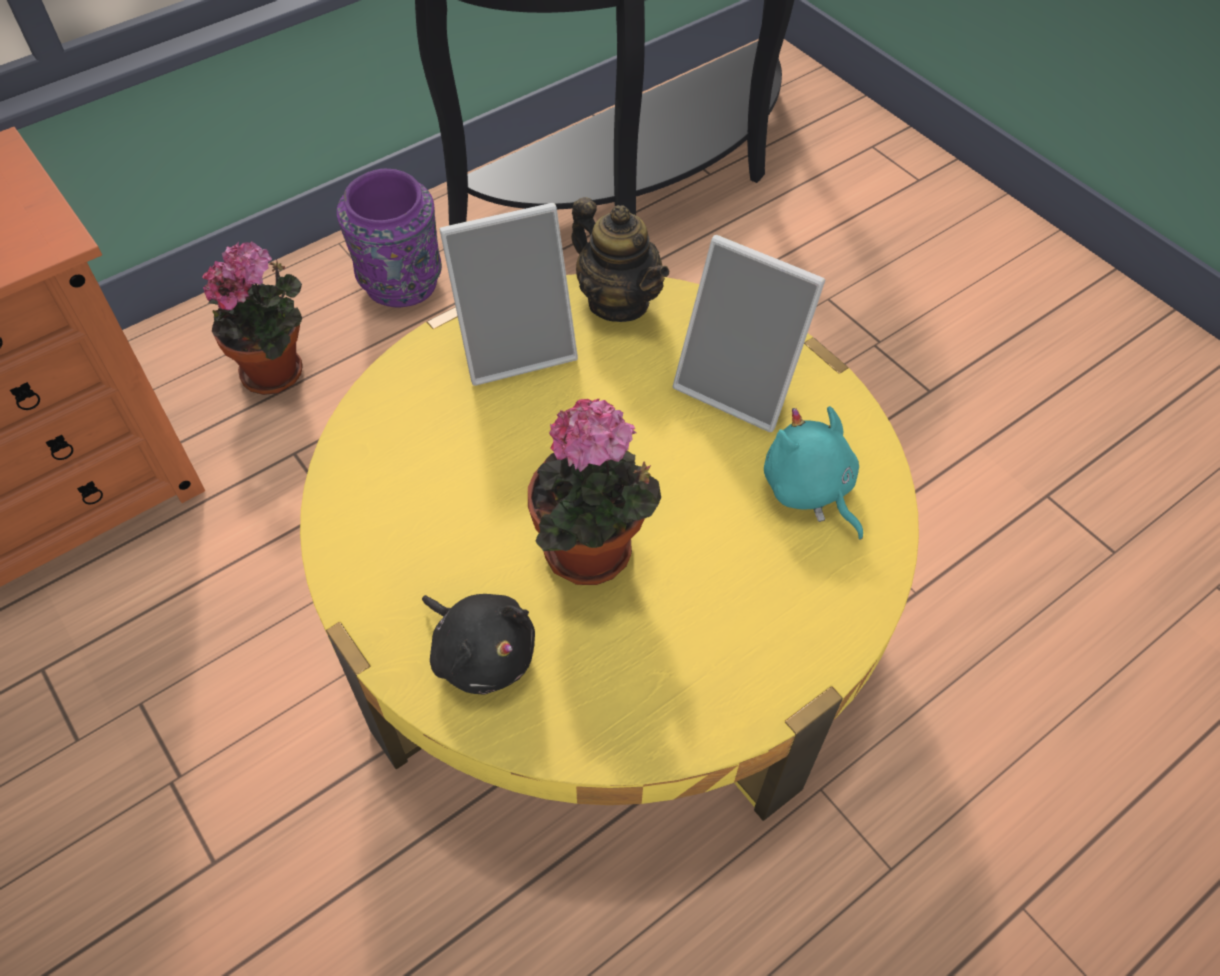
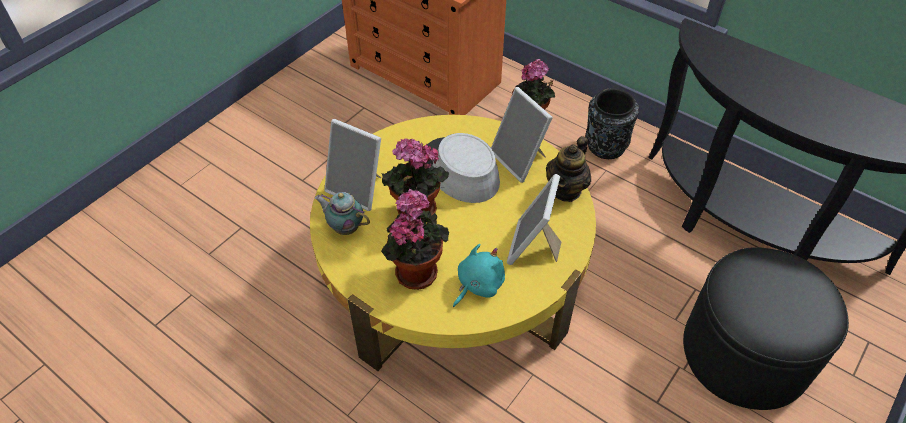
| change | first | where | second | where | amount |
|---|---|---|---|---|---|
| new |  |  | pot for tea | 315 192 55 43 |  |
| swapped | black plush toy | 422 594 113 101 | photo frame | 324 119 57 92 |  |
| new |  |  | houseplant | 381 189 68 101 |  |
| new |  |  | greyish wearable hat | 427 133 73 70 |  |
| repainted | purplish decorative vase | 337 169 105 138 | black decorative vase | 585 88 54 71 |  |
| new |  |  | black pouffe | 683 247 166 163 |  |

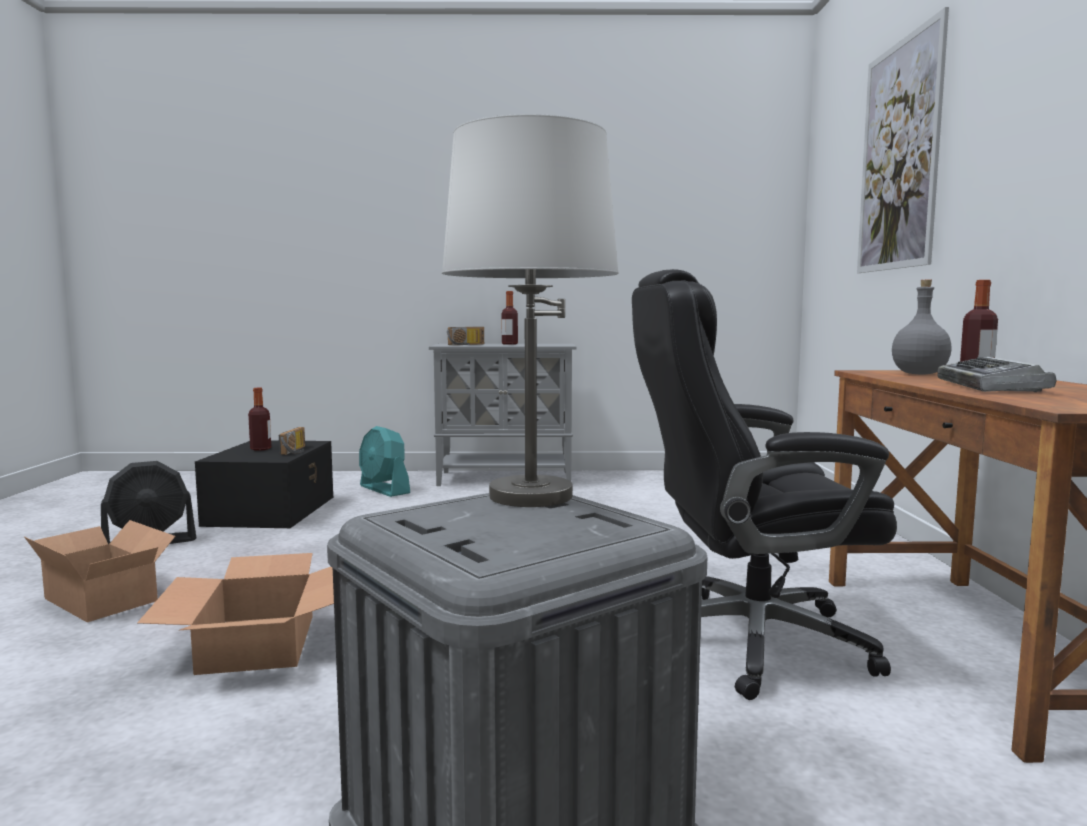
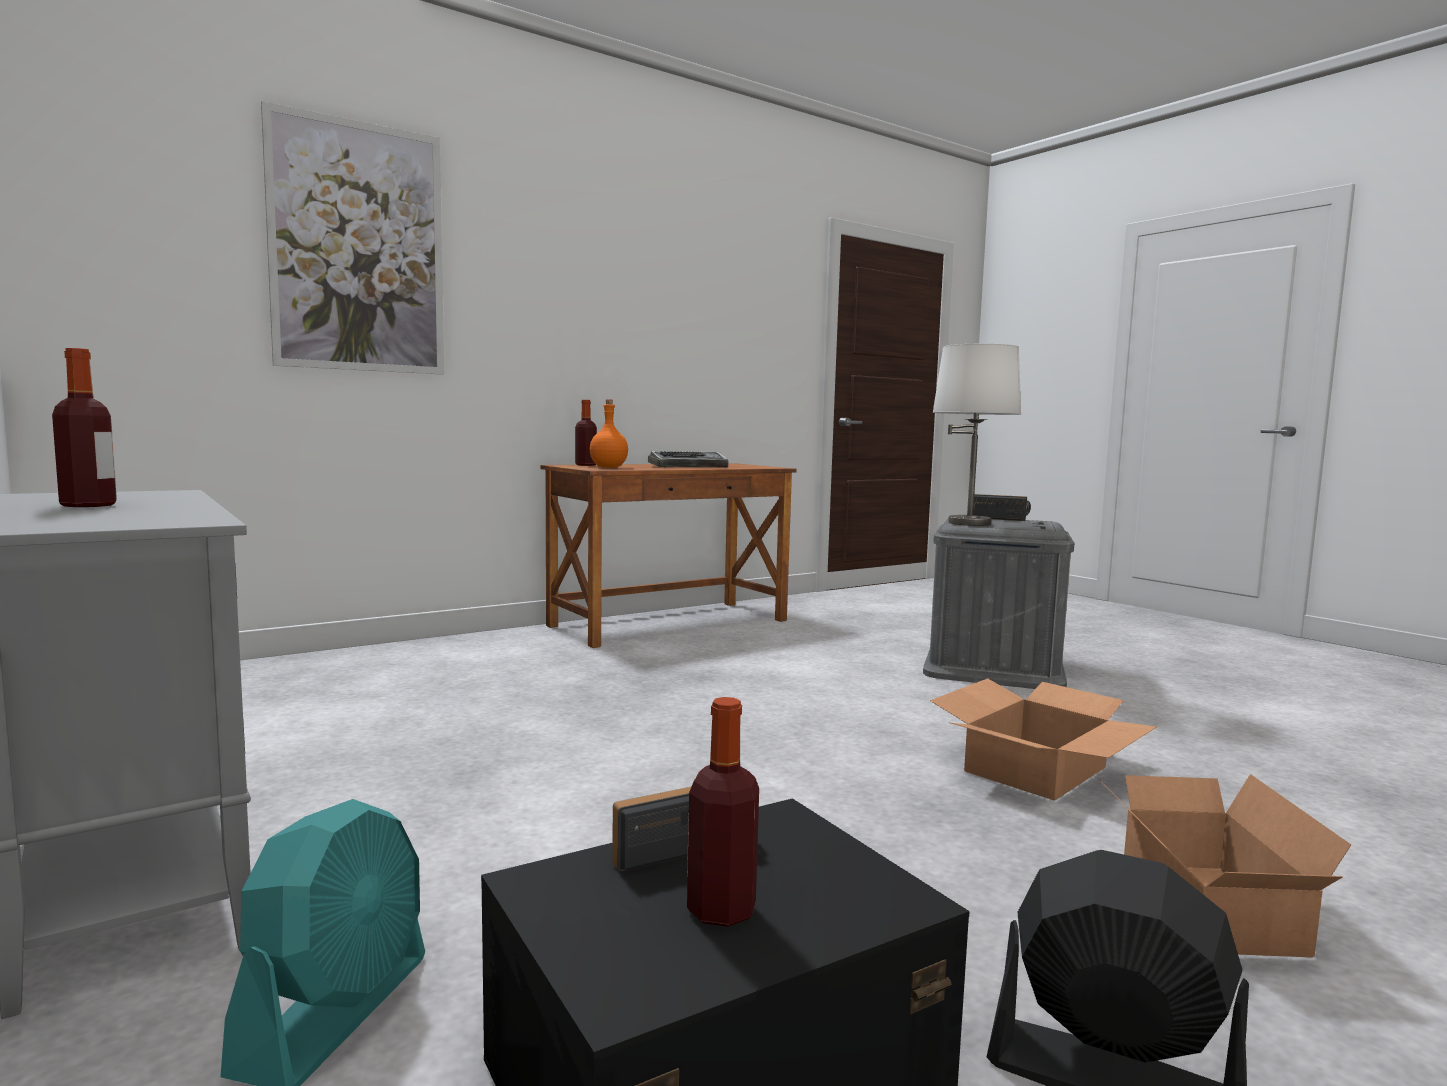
| change | first | where | second | where | amount |
|---|---|---|---|---|---|
| repainted | greyish bottle | 892 280 60 94 | orangey bottle | 590 399 38 69 |  |
| shifted | radio receiver | 447 327 37 18 |  | 973 494 58 27 |  |
| gone | black desk chair | 632 269 265 431 |  |  |  |

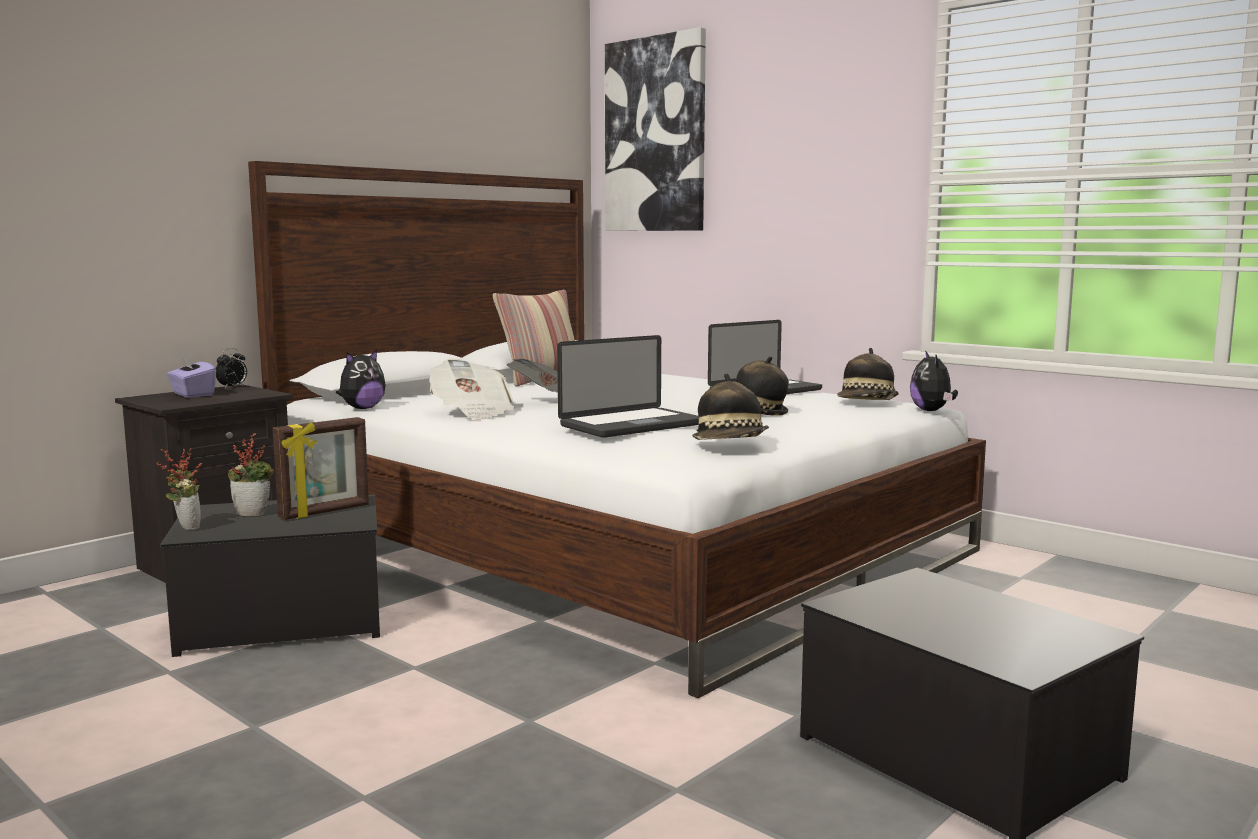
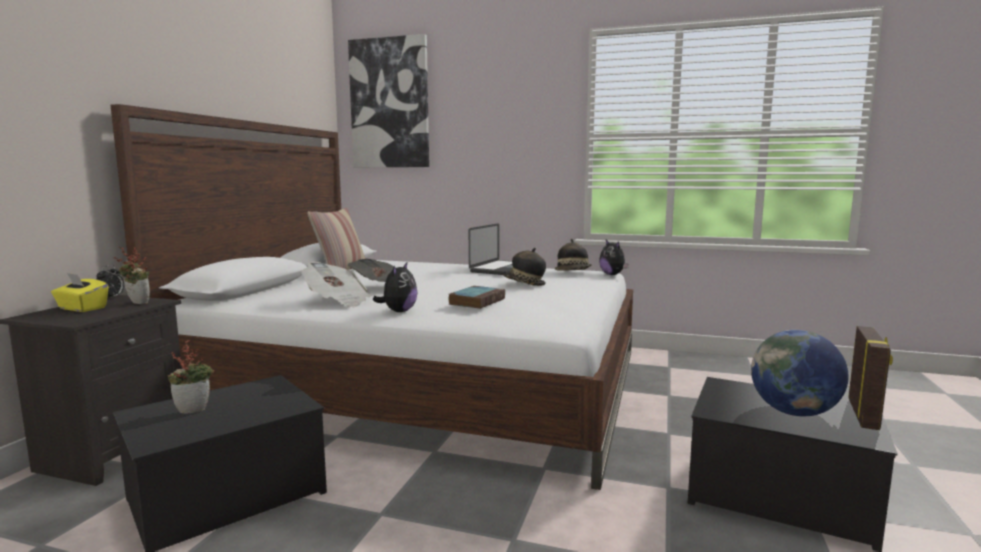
| change | first | where | second | where | amount |
|---|---|---|---|---|---|
| repainted | purplish box of tissues | 167 354 49 44 | yellow box of tissues | 51 273 57 39 |  |
| shifted | houseplant | 156 448 46 82 |  | 114 246 36 58 |  |
| shifted | plush toy | 336 350 50 59 |  | 373 261 44 51 |  |
| swapped | notebook computer | 557 335 142 103 | bound book | 448 286 57 23 |  |
| new |  |  | world globe | 751 330 98 86 |  |
| shifted | photo frame | 272 417 97 103 |  | 848 326 45 104 |  |
| gone | wearable hat | 692 374 77 66 |  |  |  |

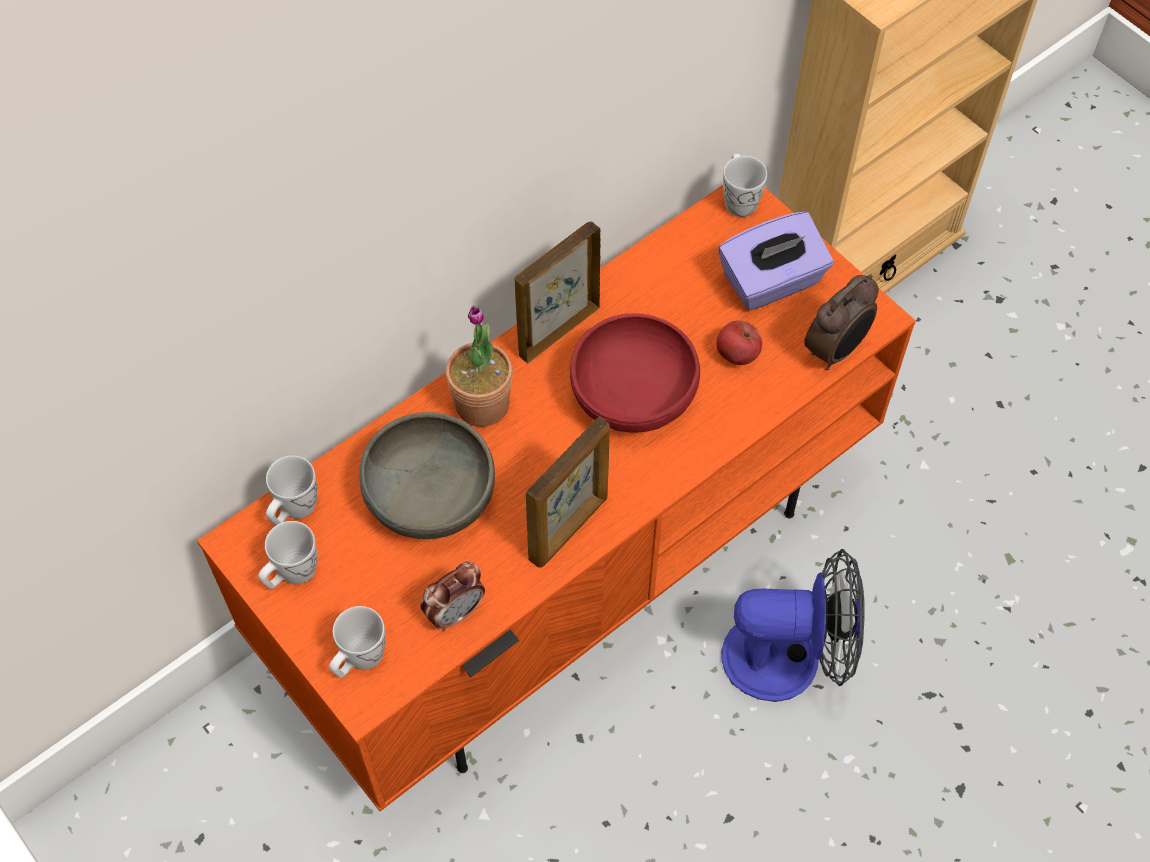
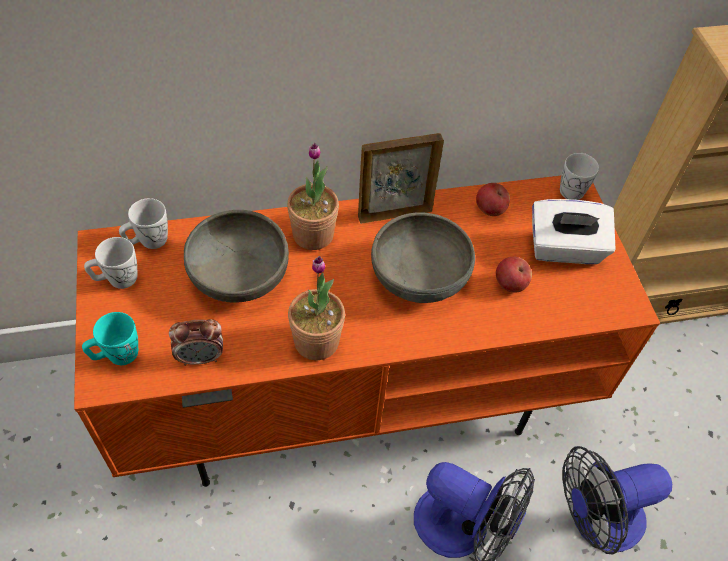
| change | first | where | second | where | amount |
|---|---|---|---|---|---|
| repainted | white-coloured mug | 329 606 57 72 | turquoise mug | 82 312 56 53 |  |
| swapped | photo frame | 526 417 84 151 | houseplant | 288 256 57 104 |  |
| repainted | red deep dish | 570 313 130 120 | greyish deep dish | 371 212 104 91 |  |
| new |  |  | apple fruit | 476 183 34 33 |  |
| repainted | purplish box of tissues | 719 212 115 98 | white-coloured box of tissues | 532 199 83 65 |  |
| new |  |  | fan | 562 446 110 108 |  |
| gone | bedside clock | 804 274 75 96 |  |  |  |

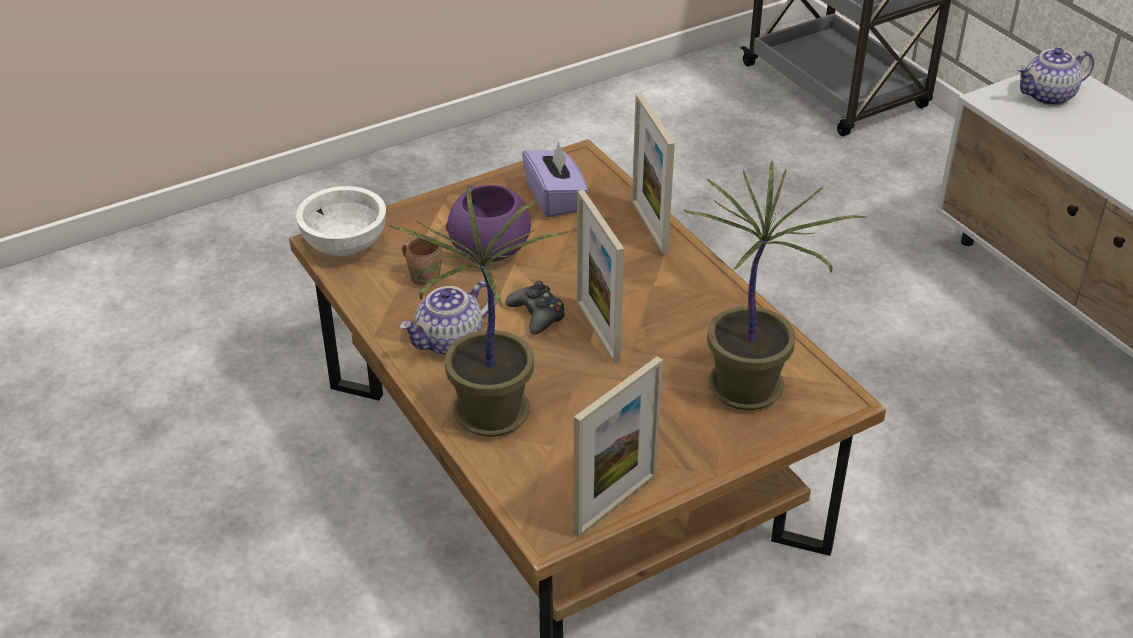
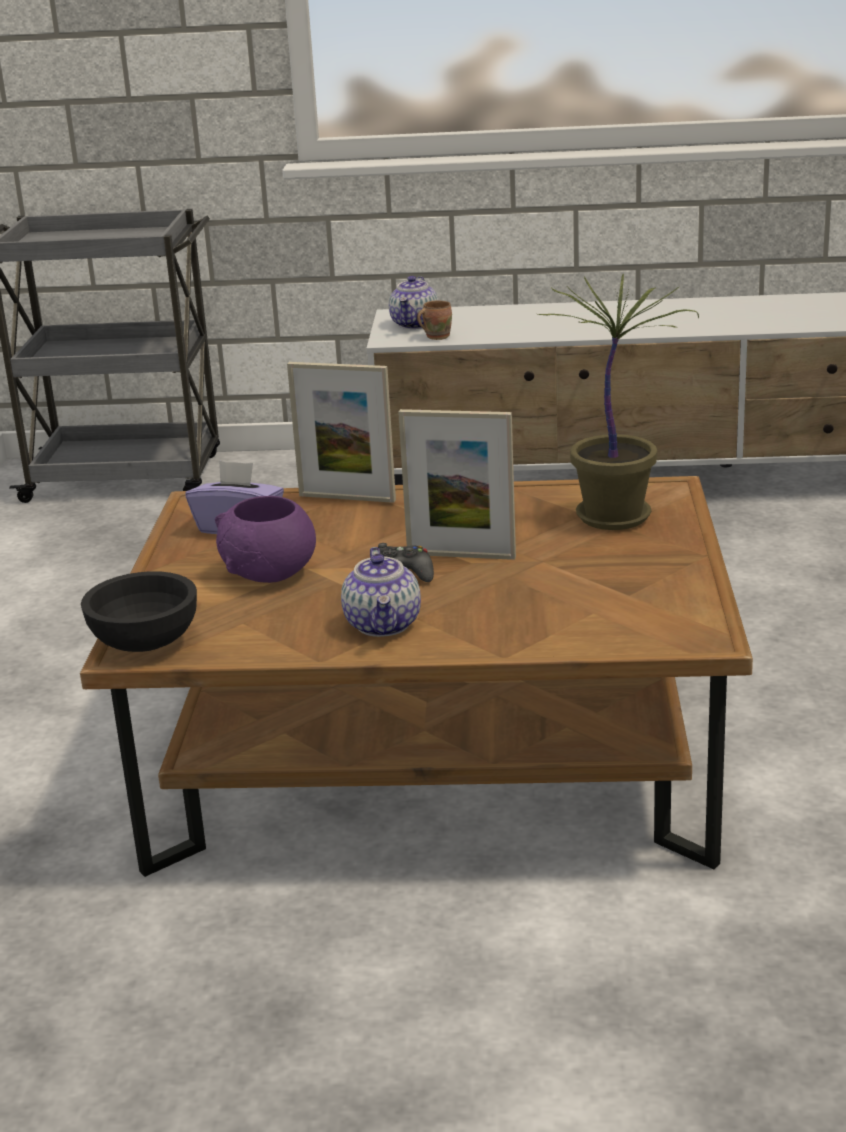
| change | first | where | second | where | amount |
|---|---|---|---|---|---|
| repainted | white-coloured deep dish | 296 186 90 70 | black deep dish | 81 571 116 81 |  |
| shifted | brownish mug | 402 236 40 50 |  | 417 301 35 39 |  |
| gone | houseplant | 388 184 182 253 |  |  |  |
| gone | photo frame | 573 356 90 181 |  |  |  |

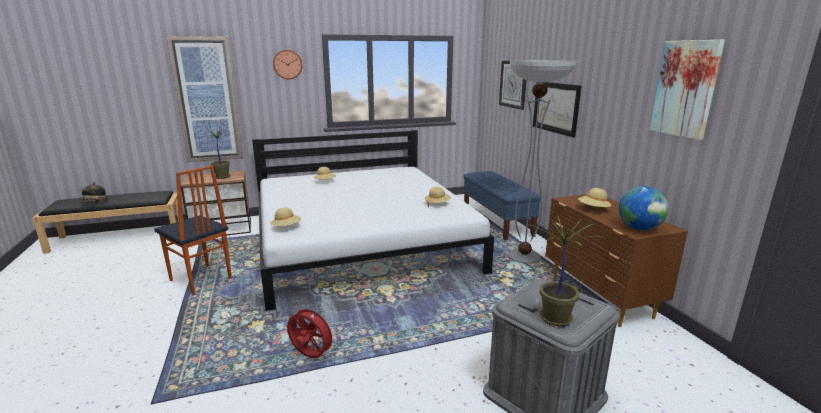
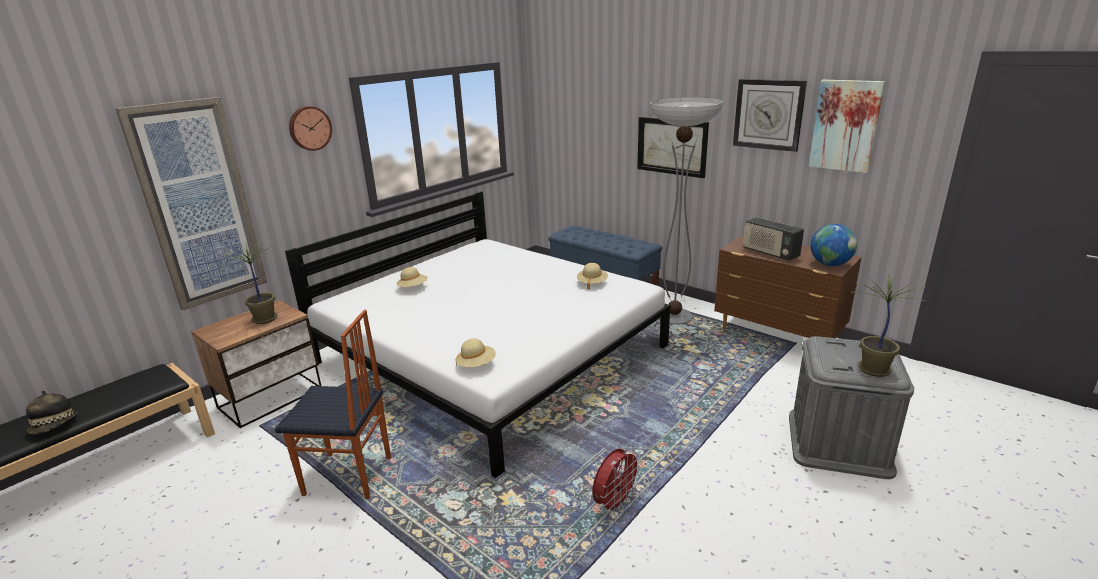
| change | first | where | second | where | amount |
|---|---|---|---|---|---|
| rotated | red fan | 287 305 49 53 |  | 592 449 50 66 | 135 degrees clockwise |
| shifted | hanging clock | 499 60 28 50 |  | 733 79 74 73 |  |
| swapped | sand-coloured wearable hat | 578 188 34 21 | radio receiver | 743 217 61 44 |  |

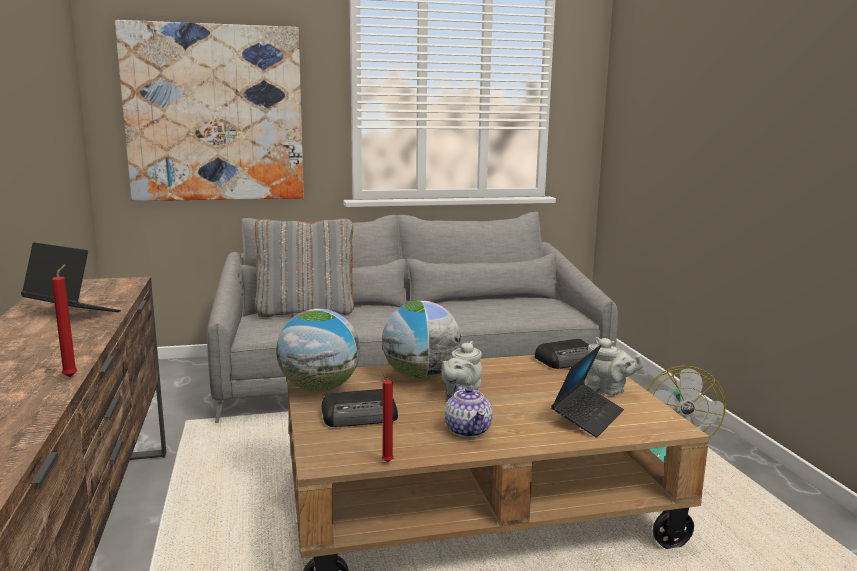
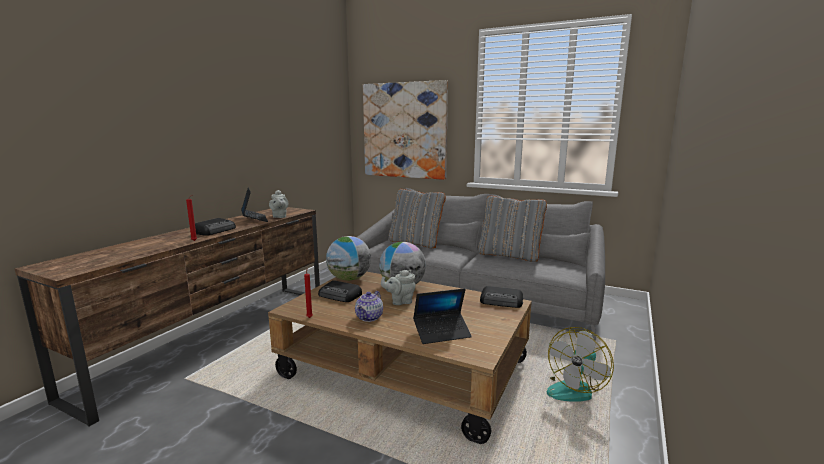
| change | first | where | second | where | amount |
|---|---|---|---|---|---|
| new |  |  | radio receiver | 195 218 41 18 |  |
| shifted | greyish pot for tea | 586 337 58 58 |  | 269 190 19 28 |  |
| new |  |  | greyish cushion | 478 196 69 66 |  |

